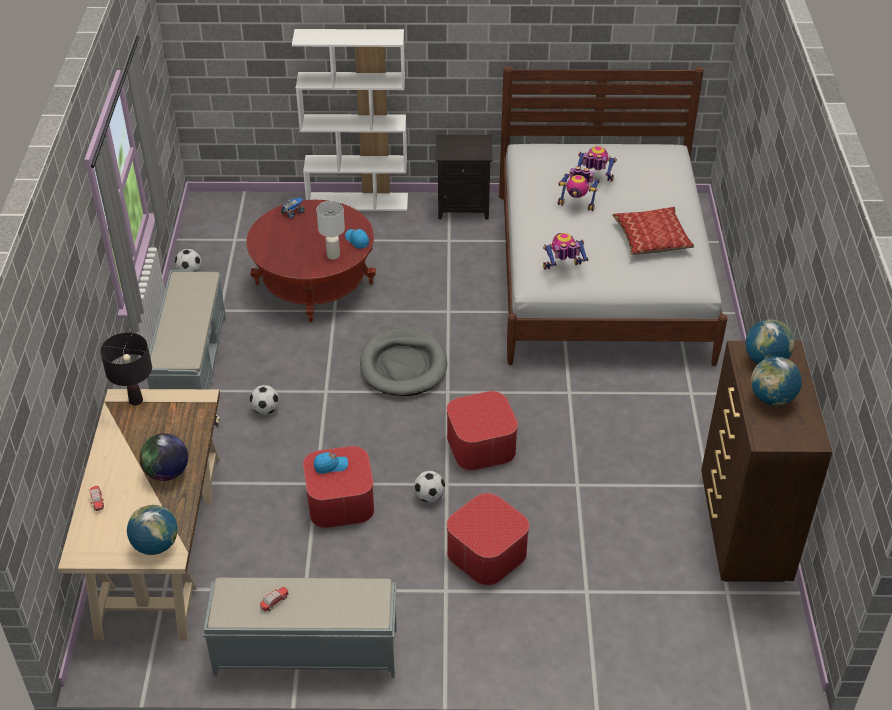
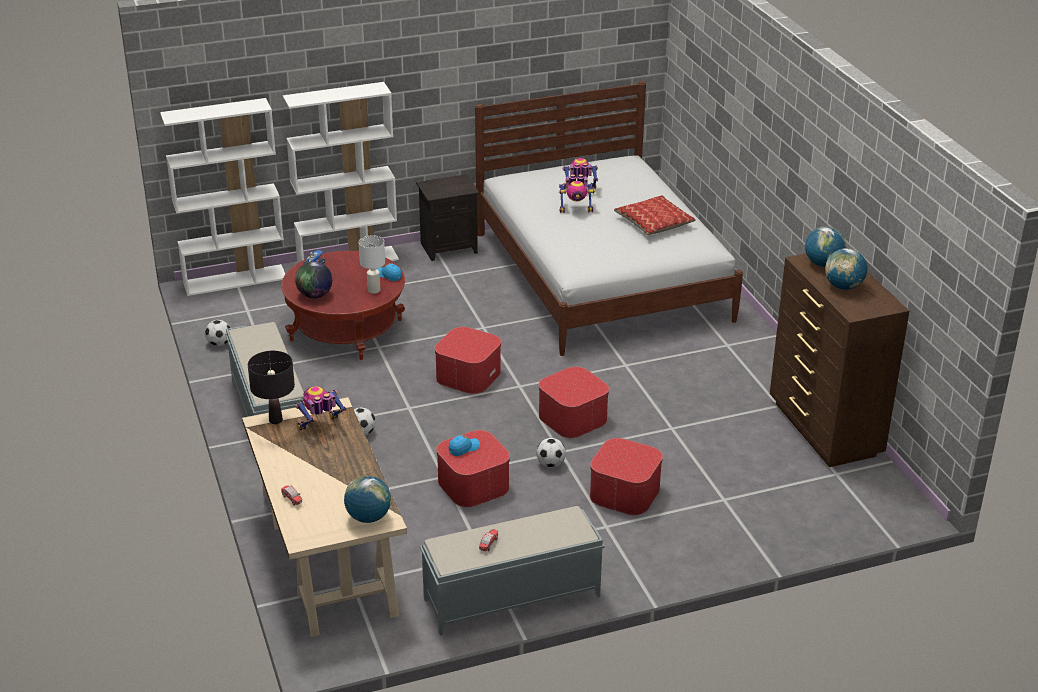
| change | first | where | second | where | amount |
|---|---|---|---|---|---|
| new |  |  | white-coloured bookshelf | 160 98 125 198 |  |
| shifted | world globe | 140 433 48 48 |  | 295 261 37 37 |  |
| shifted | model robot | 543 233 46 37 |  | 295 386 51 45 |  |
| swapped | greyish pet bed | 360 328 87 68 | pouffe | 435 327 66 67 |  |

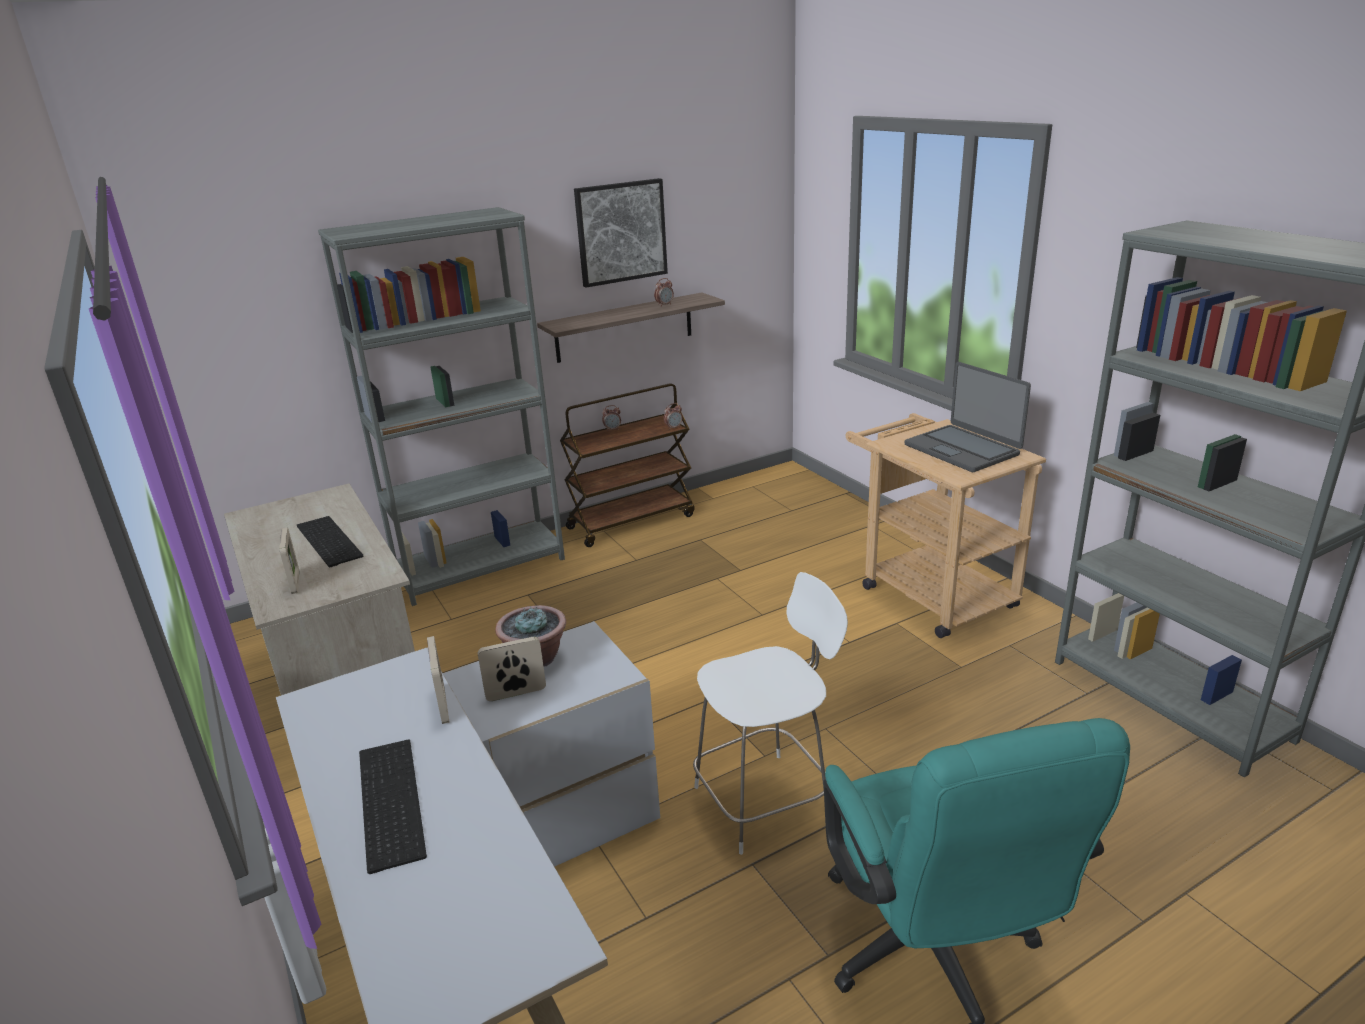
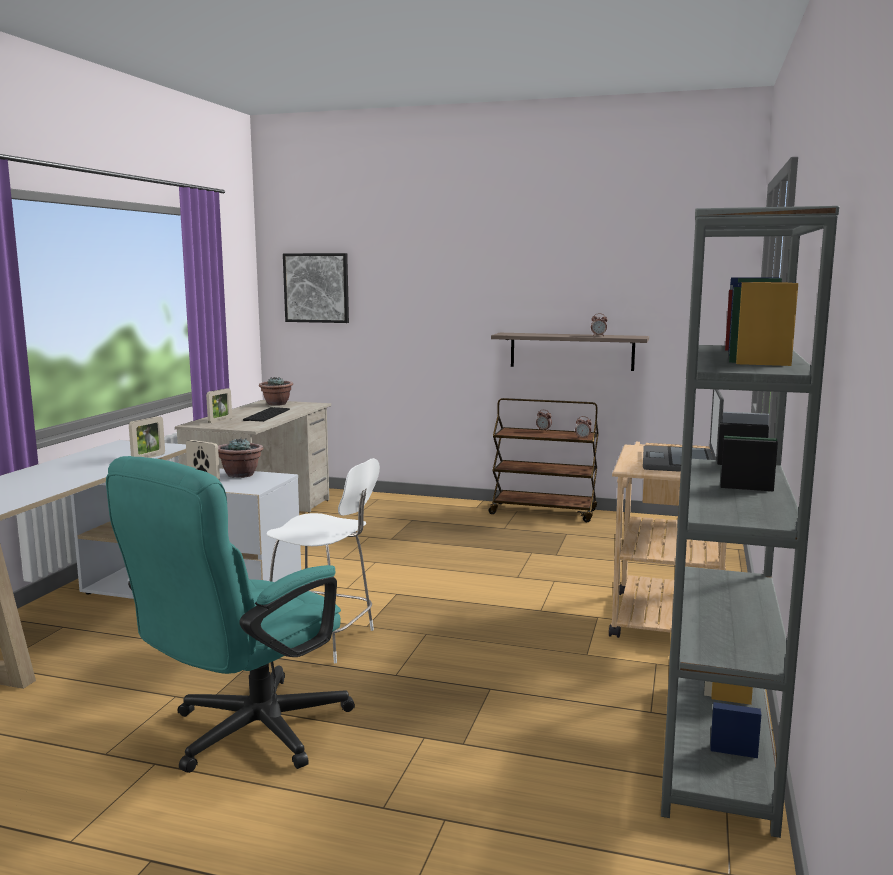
| change | first | where | second | where | amount |
|---|---|---|---|---|---|
| new |  |  | houseplant | 259 377 34 29 |  |
| shifted | picture | 574 178 94 110 |  | 283 253 66 70 |  |
| gone | greyish bookshelf | 318 207 247 399 |  |  |  |
| gone | keyboard | 359 739 68 135 |  |  |  |

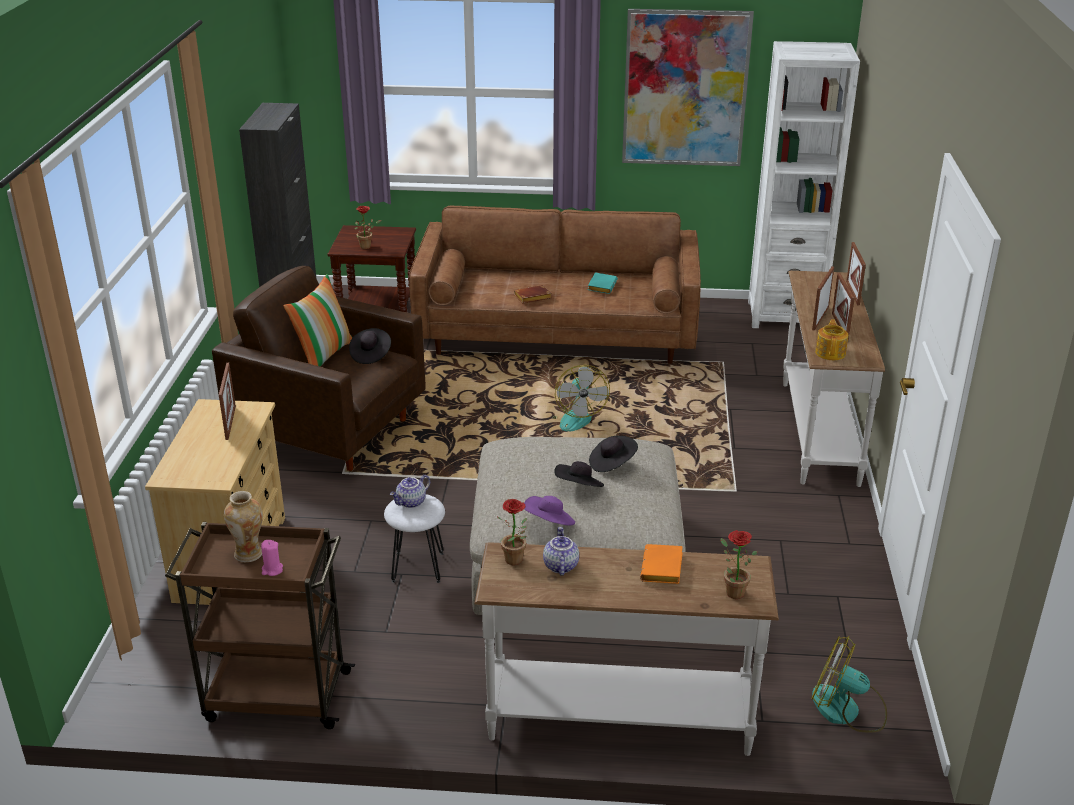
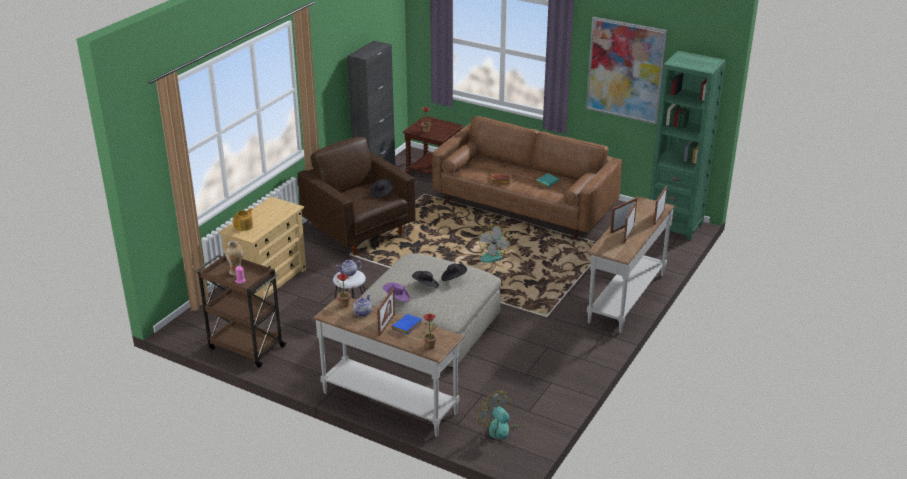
| change | first | where | second | where | amount |
|---|---|---|---|---|---|
| shifted | pot for tea | 815 319 34 41 |  | 233 208 20 23 |  |
| shifted | photo frame | 219 363 17 77 |  | 377 288 18 48 |  |
| repainted | orangey bound book | 640 544 43 40 | blue bound book | 392 314 30 21 |  |
| repainted | white-coloured bookshelf | 748 41 112 287 | greenish bookshelf | 649 51 77 190 |  |
| gone | cushion | 283 274 70 93 |  |  |  |

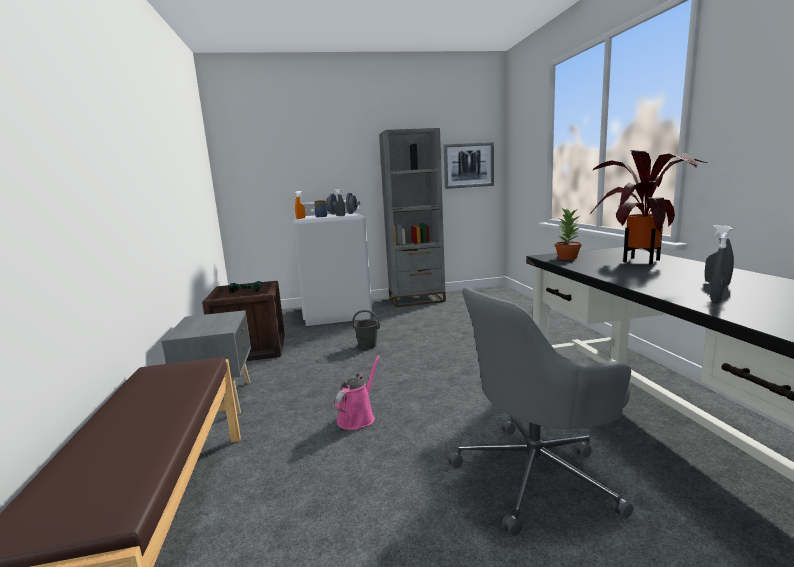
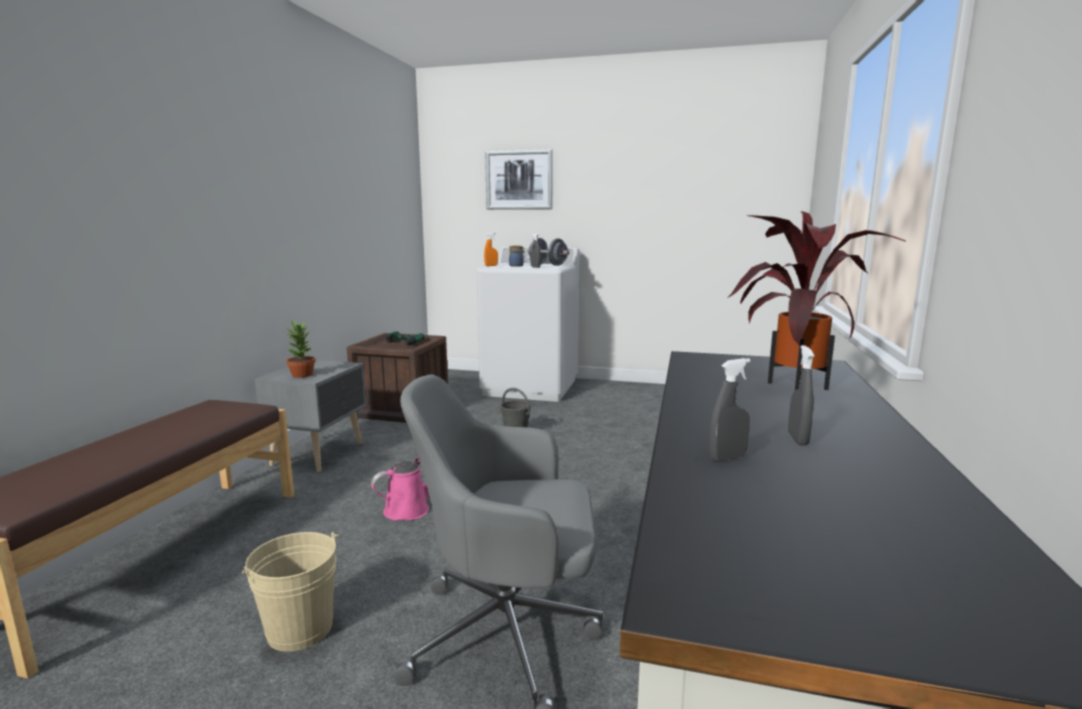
| change | first | where | second | where | amount |
|---|---|---|---|---|---|
| new |  |  | sand-coloured bucket | 242 532 97 120 |  |
| shifted | houseplant | 555 208 26 52 |  | 285 321 31 57 |  |
| shifted | picture | 444 142 50 47 |  | 485 149 68 61 |  |
| gone | greyish bookshelf | 379 128 67 179 |  |  |  |

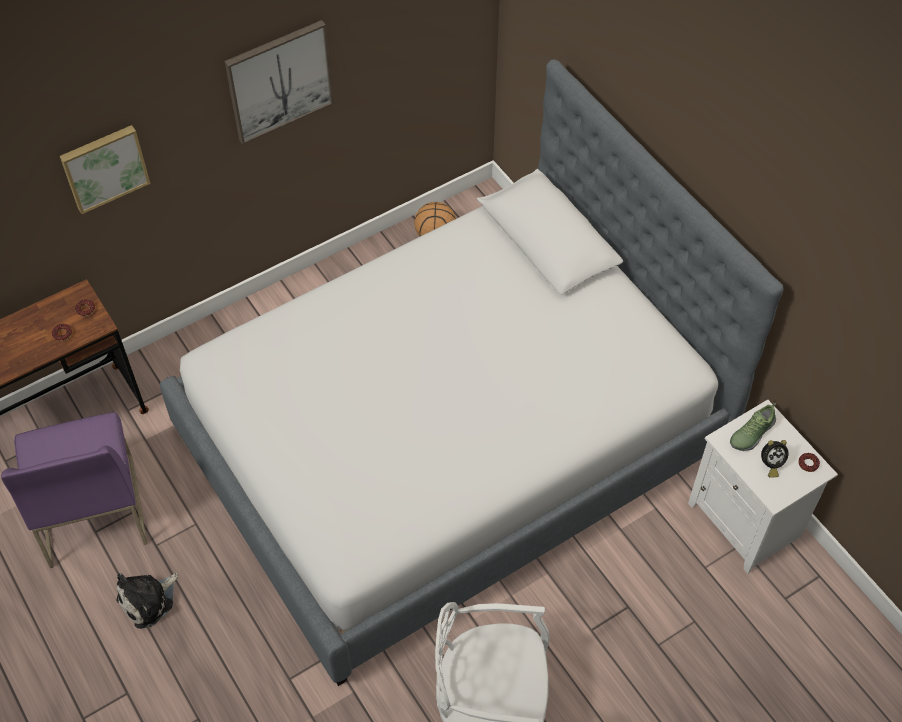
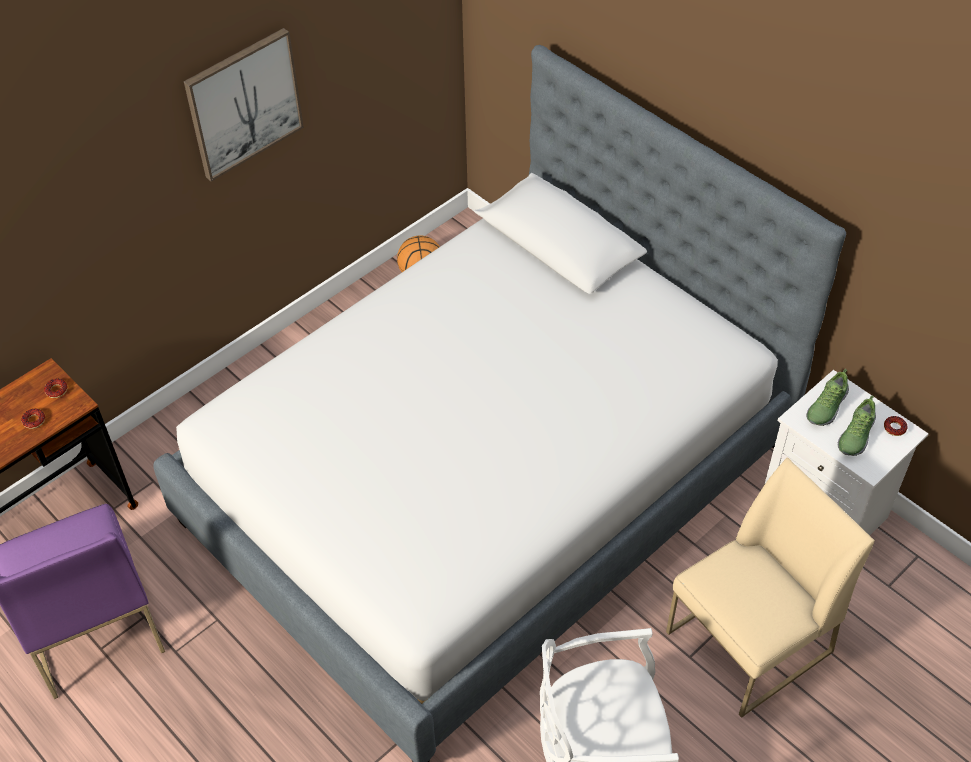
| change | first | where | second | where | amount |
|---|---|---|---|---|---|
| new |  |  | sand-coloured chair | 666 457 209 261 |  |
| swapped | bedside clock | 761 440 27 38 | item of footwear | 838 395 38 61 |  |
| gone | picture | 60 125 91 89 |  |  |  |
| gone | plush toy | 116 573 62 56 |  |  |  |

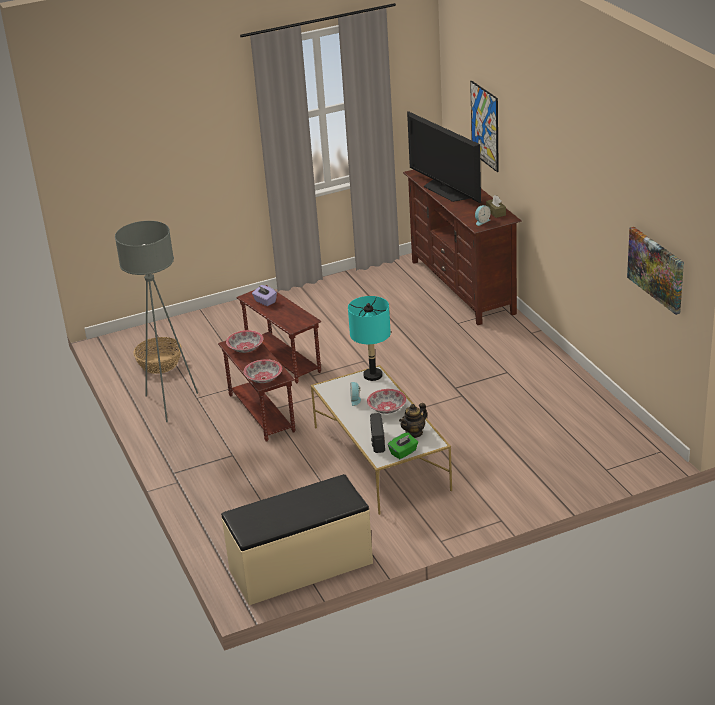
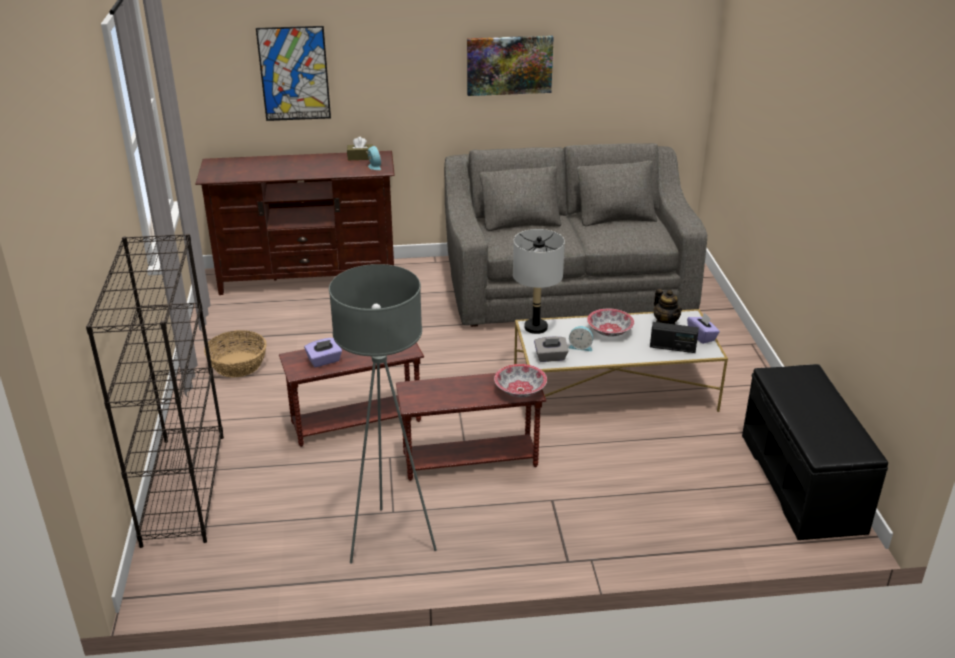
| change | first | where | second | where | amount |
|---|---|---|---|---|---|
| new |  |  | black bookshelf | 86 233 138 315 |  |
| shifted | storage basket | 134 337 48 37 |  | 204 330 63 48 |  |
| new |  |  | greyish sofa | 444 143 263 184 |  |
| shifted | picture | 627 227 57 88 |  | 467 35 87 61 |  |
| repainted | turquoise lamp for a table | 348 296 43 85 | greyish lamp for a table | 513 229 52 105 |  |
| new |  |  | greyish box of tissues | 534 336 35 26 |  |
| repainted | greenish box of tissues | 388 432 30 27 | purplish box of tissues | 687 312 33 32 |  |
| repainted | sand-coloured long seat | 221 474 152 131 | black long seat | 742 364 146 176 |  |
| gone | deep dish | 226 330 37 23 |  |  |  |
| gone | TV set | 407 111 74 92 |  |  |  |

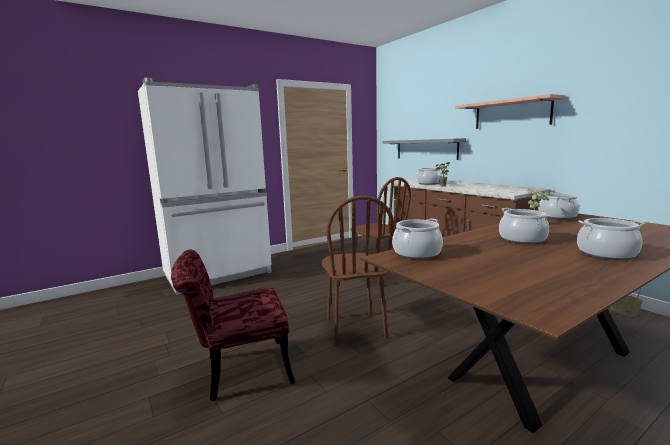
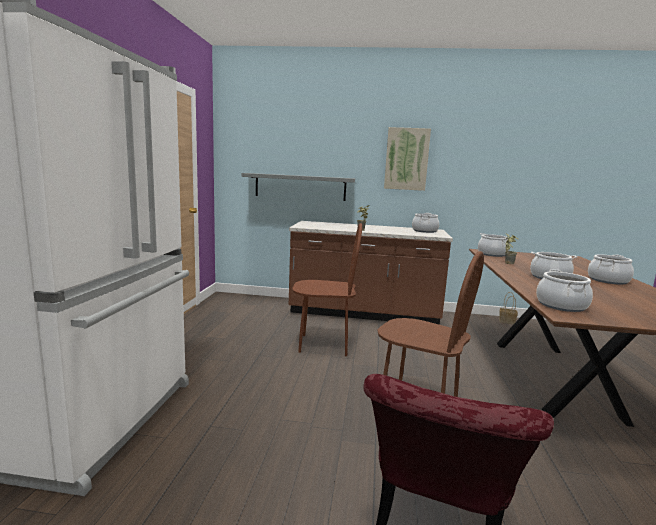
| change | first | where | second | where | amount |
|---|---|---|---|---|---|
| swapped | wall shelf | 455 94 111 35 | picture | 384 127 47 64 |  |
| shifted | saucepot | 417 168 25 17 |  | 412 213 27 20 |  |

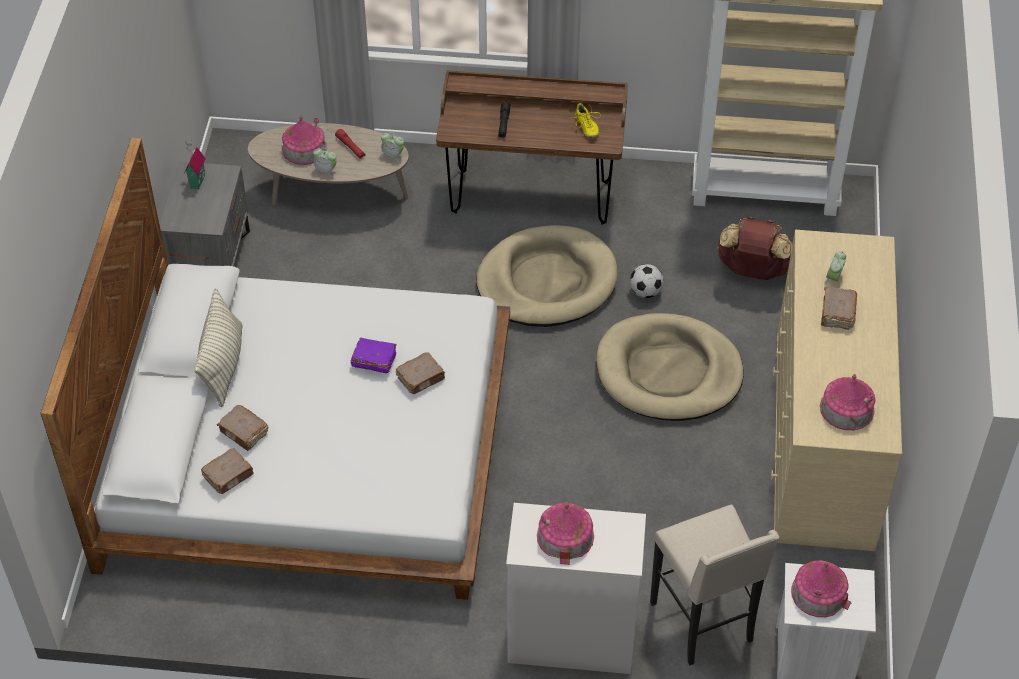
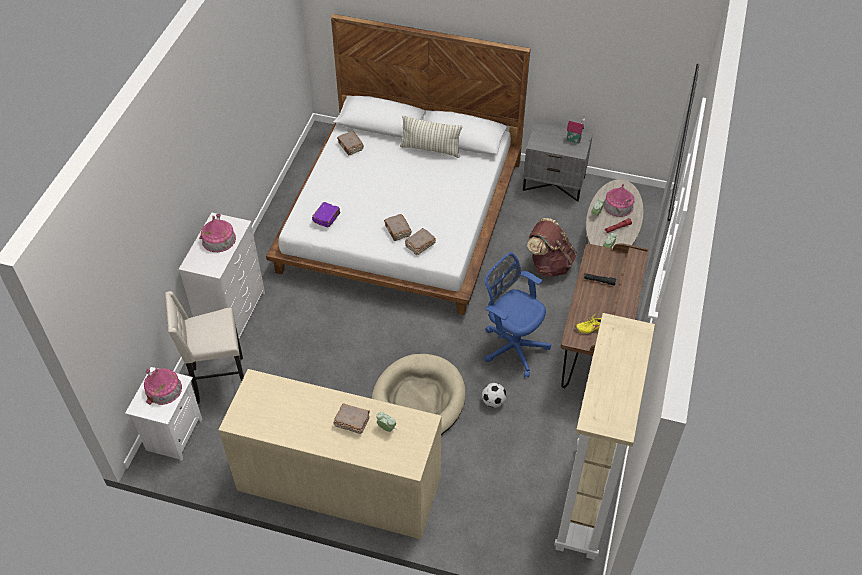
| change | first | where | second | where | amount |
|---|---|---|---|---|---|
| shifted | purplish bound book | 351 338 46 35 |  | 312 202 28 25 |  |
| shifted | brownish bound book | 217 405 51 46 |  | 405 228 31 27 |  |
| swapped | sand-coloured pet bed | 476 225 142 102 | blue desk chair | 484 252 67 126 |  |
| shifted | brownish rucksack | 717 217 75 63 |  | 527 218 50 60 |  |
| gone | model house | 820 374 56 56 |  |  |  |

